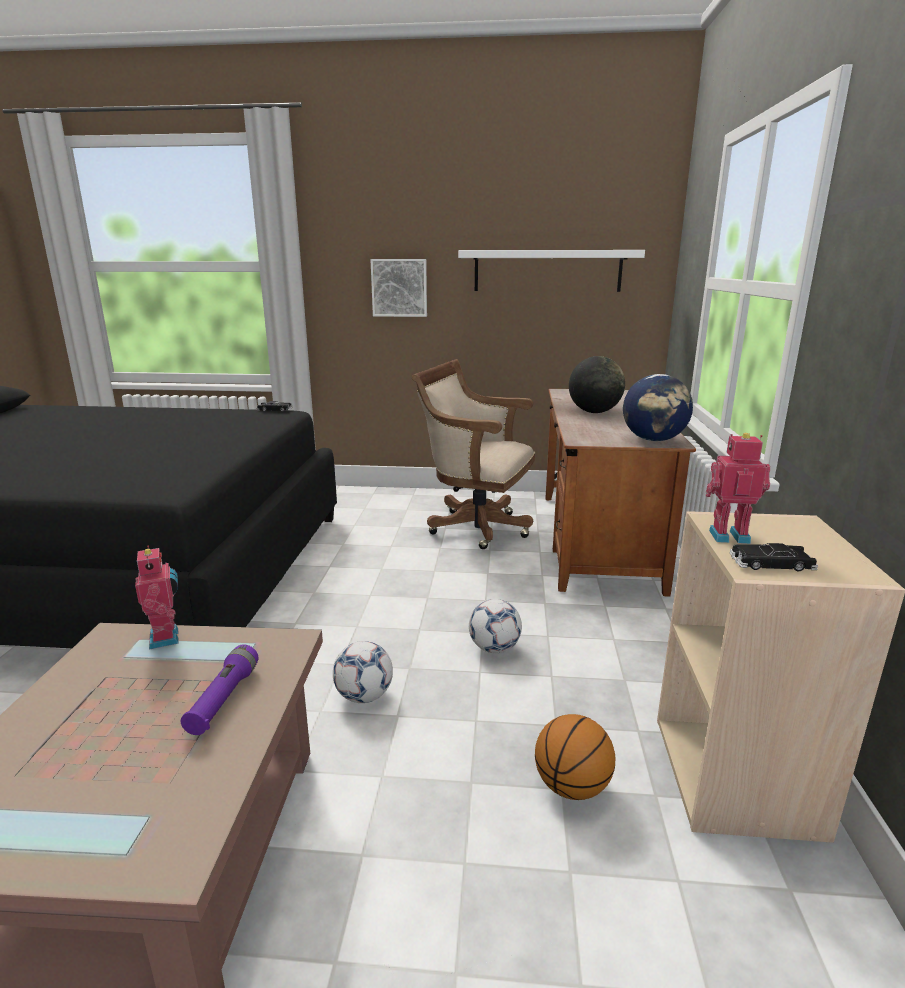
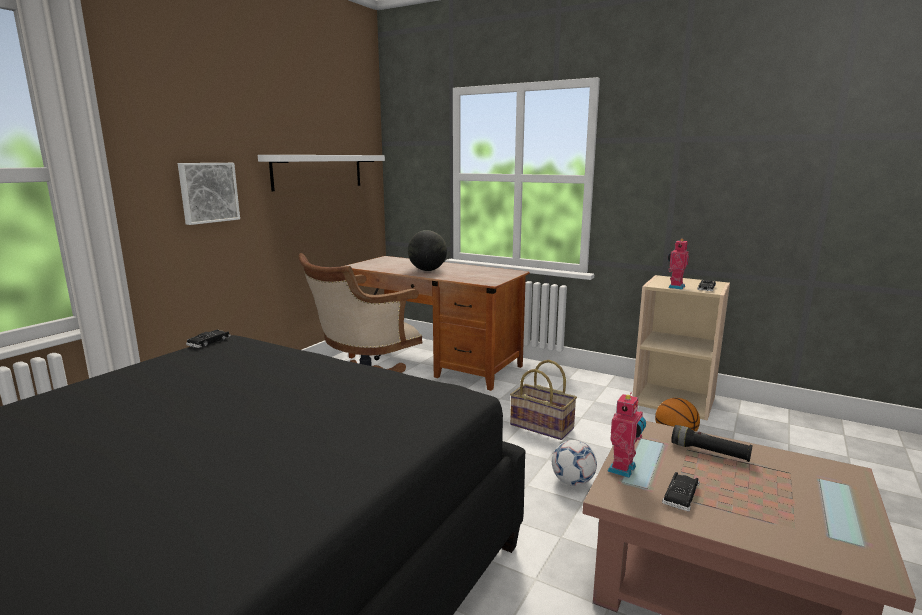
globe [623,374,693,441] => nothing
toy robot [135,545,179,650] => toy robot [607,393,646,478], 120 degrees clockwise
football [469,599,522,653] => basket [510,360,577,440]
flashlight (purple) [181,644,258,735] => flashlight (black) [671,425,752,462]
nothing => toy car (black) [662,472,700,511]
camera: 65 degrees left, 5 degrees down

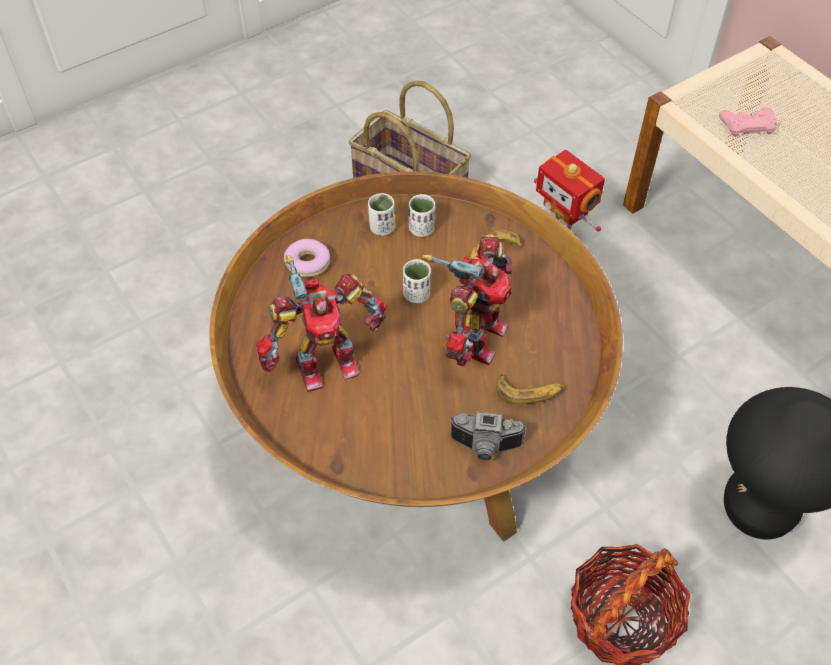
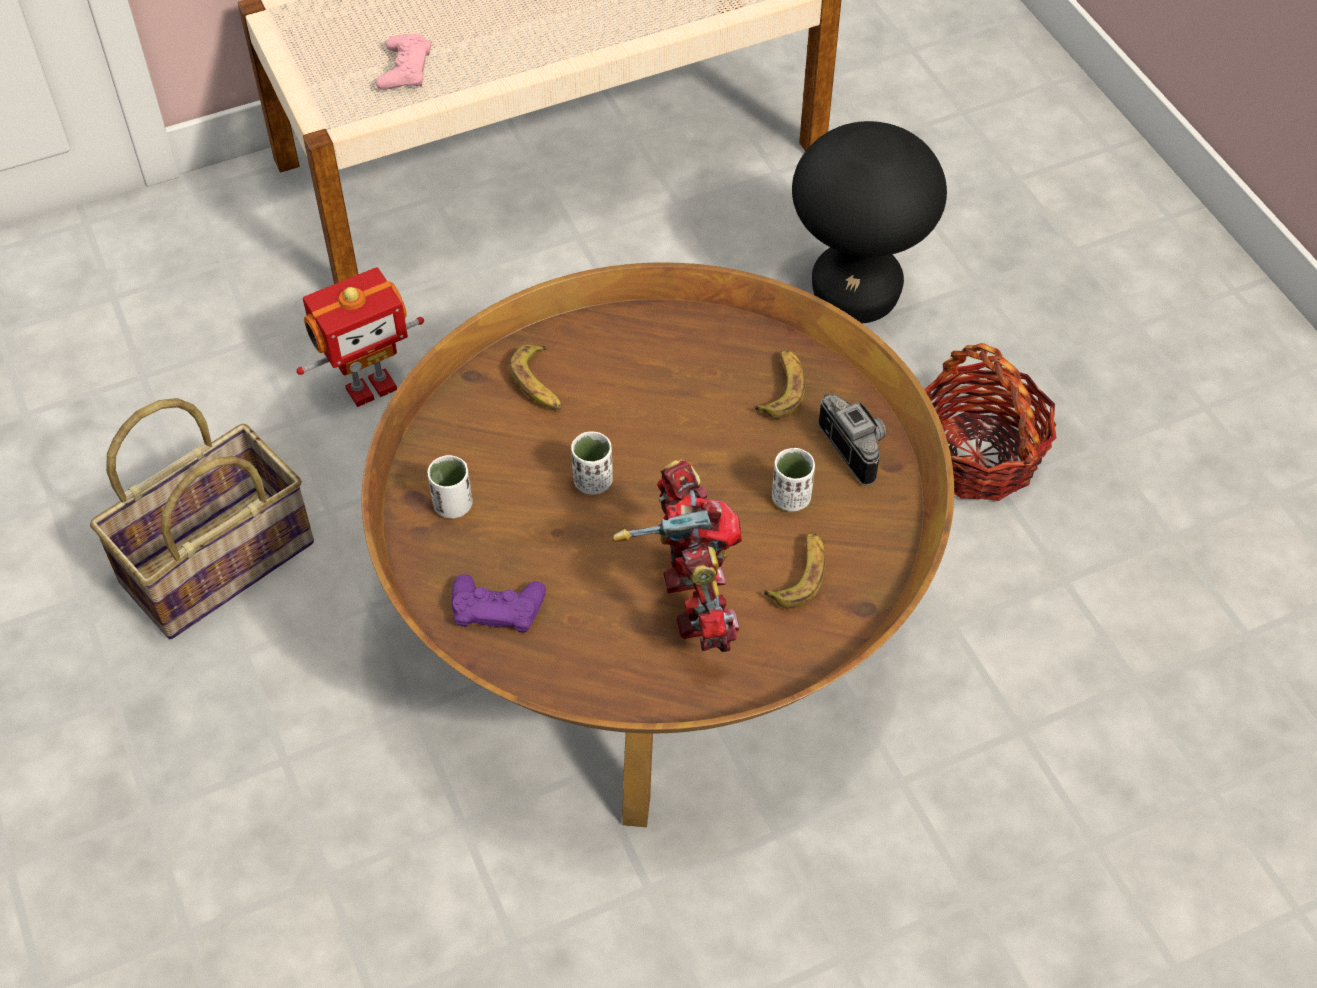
cup (white) [409,194,435,237] => cup (white) [772,448,815,511], shifted
toy robot [422,234,512,366] => nothing
donut [284,239,330,277] => game controller (purple) [452,574,546,632]
photo camera [450,411,527,461] => photo camera [818,394,886,486], 45 degrees counterclockwise
nothing => banana [763,532,826,609]
camera: 80 degrees left, 0 degrees up

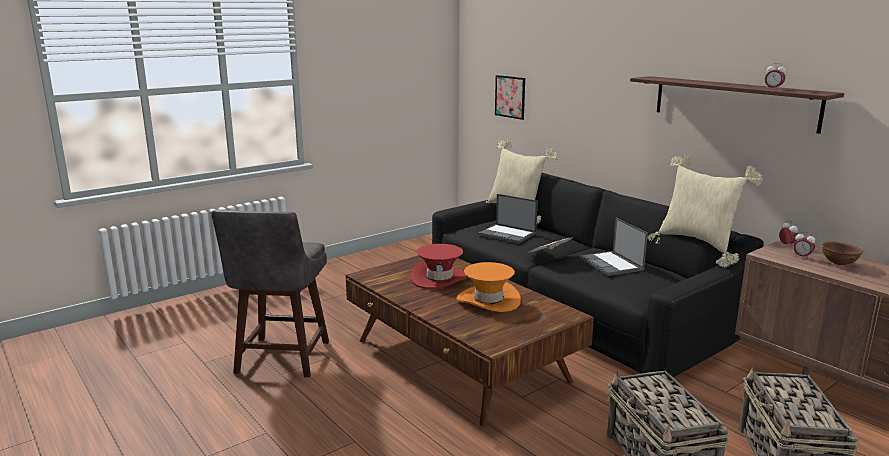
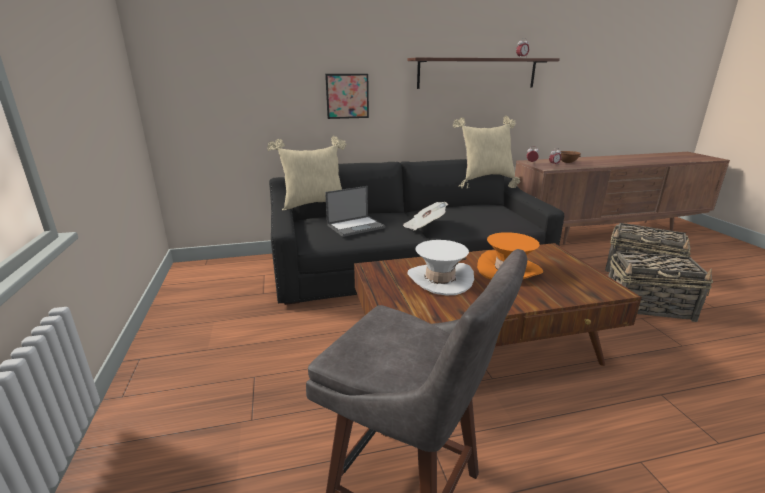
picture [495,75,525,120] => picture [325,74,369,119], shifted
laptop [579,218,648,276] => nothing
hat (red) [410,244,469,289] => hat (white) [407,240,474,295]
camera: 65 degrees left, 5 degrees up

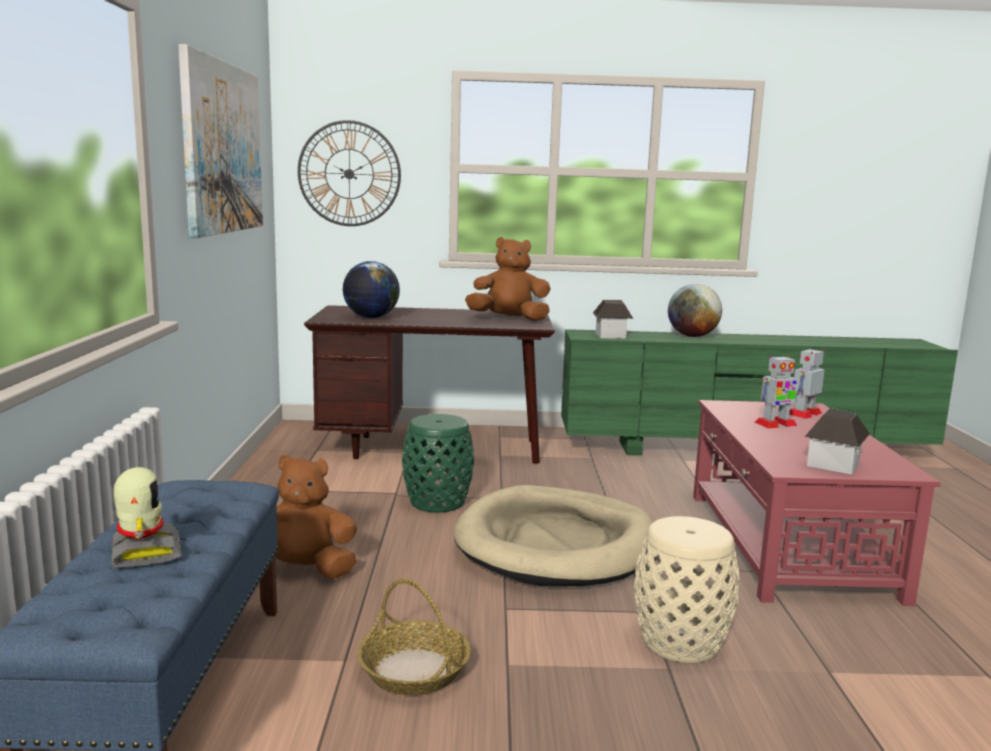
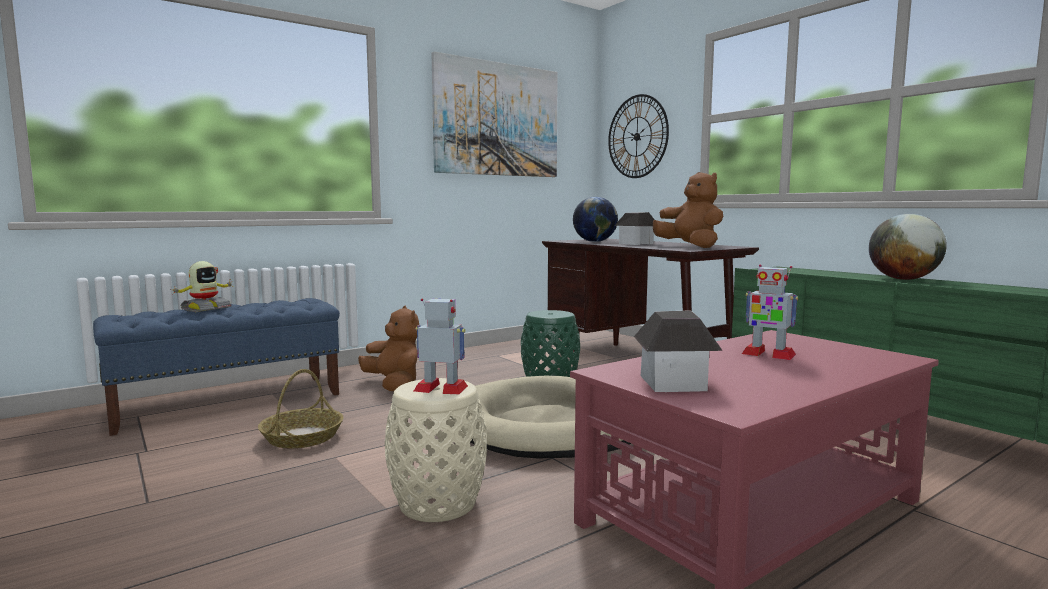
toy house [593,300,633,339] => toy house [614,212,654,245], shifted
toy robot [789,349,825,419] => toy robot [414,298,468,394], shifted
camera: 55 degrees right, 5 degrees down

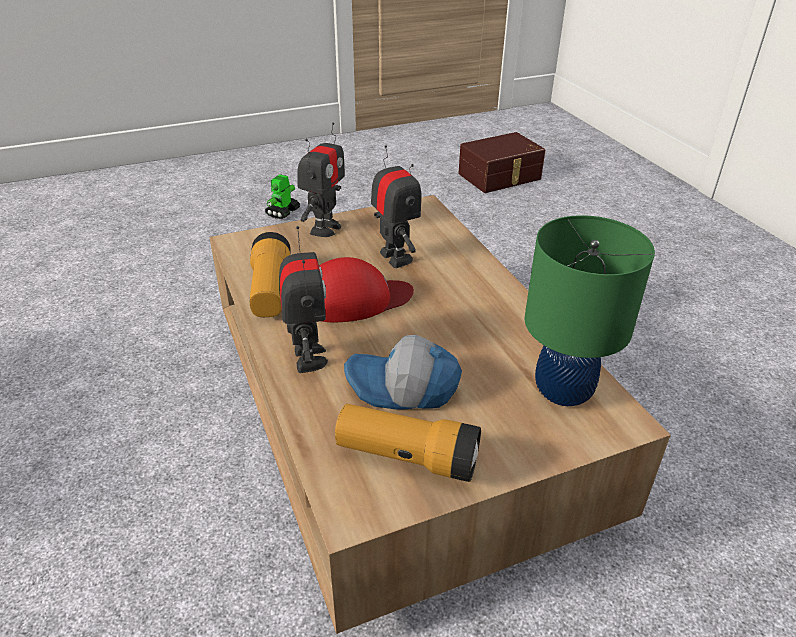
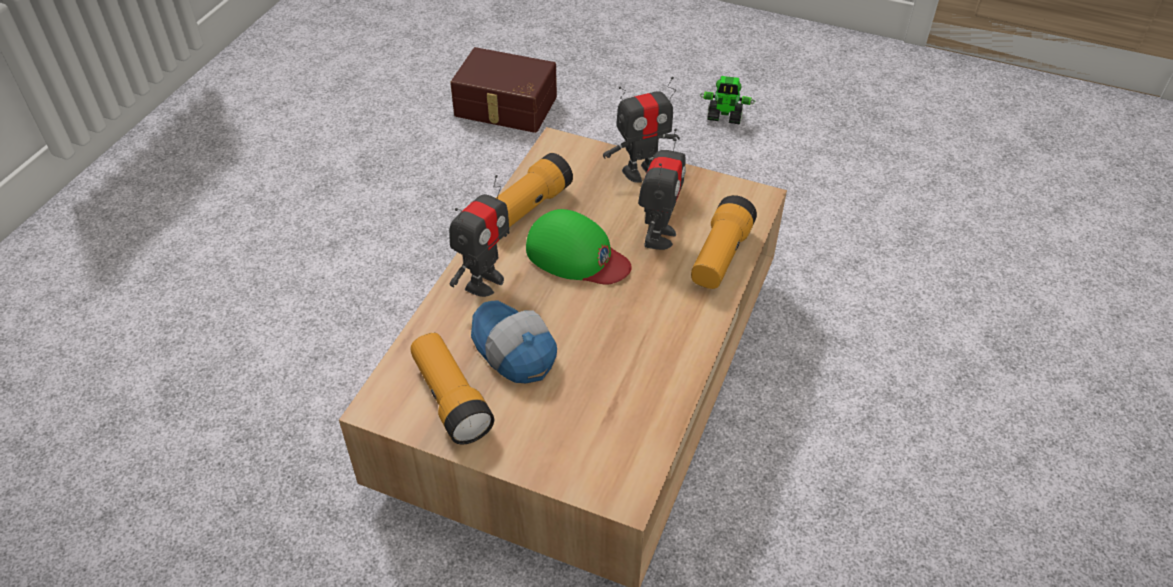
storage box (brown) [458,132,545,193] => storage box (brown) [450,47,557,133], shifted
toy robot [265,174,300,219] => toy robot [700,76,756,125], 150 degrees counterclockwise
table lamp (green) [525,215,655,406] => nothing
cap (red) [319,257,414,322] => cap (green) [526,209,632,285]
nothing => flashlight [691,195,757,289]
camera: 45 degrees right, 10 degrees up

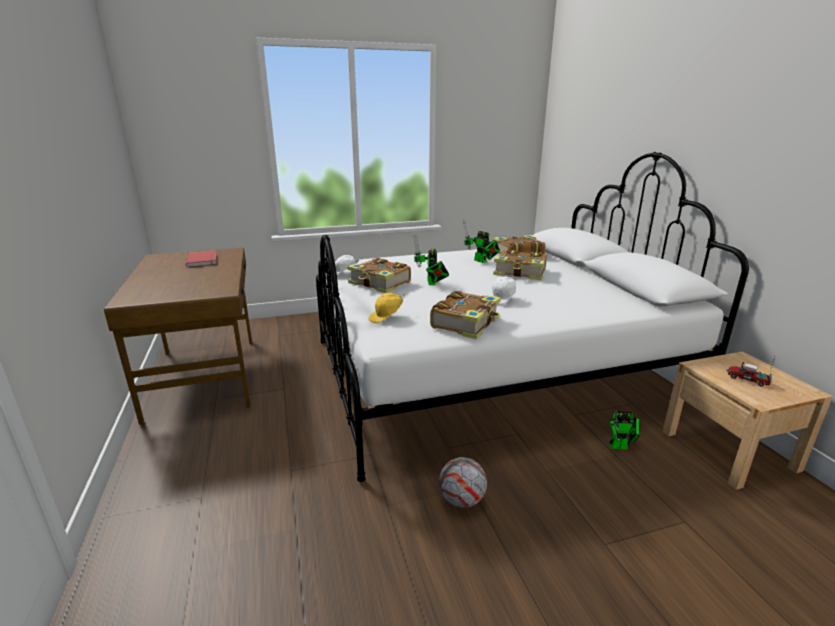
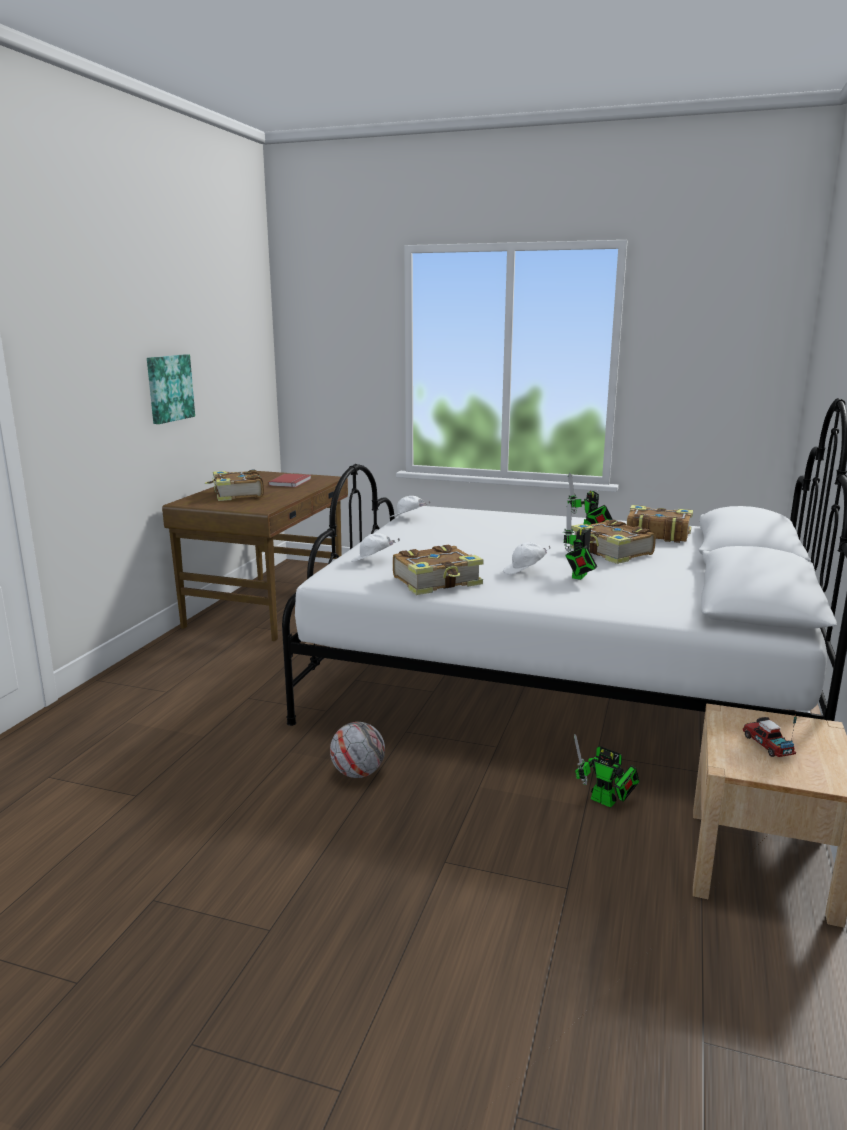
toy robot [414,234,449,285] => toy robot [563,503,597,580], shifted
book [347,258,411,293] => book [205,469,264,501], shifted
cap (yellow) [368,293,405,323] => cap (white) [351,533,400,562]
nothing => picture [147,354,195,424]
camera: 35 degrees right, 5 degrees down

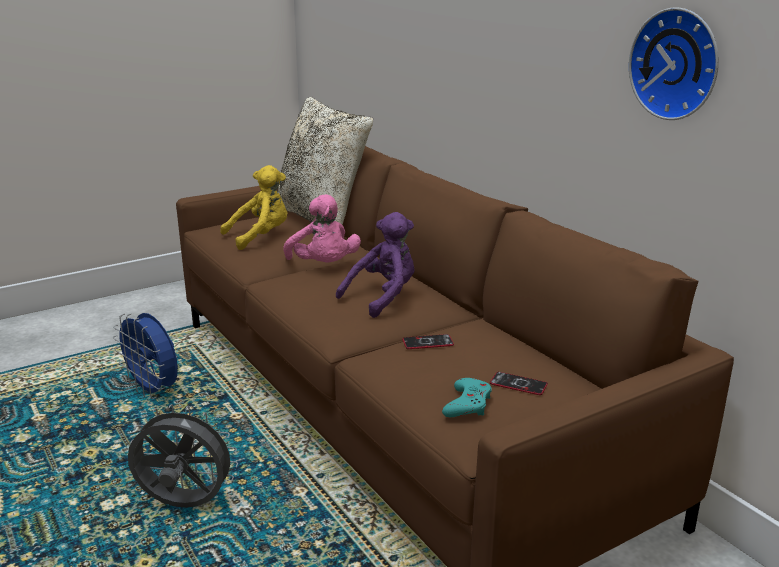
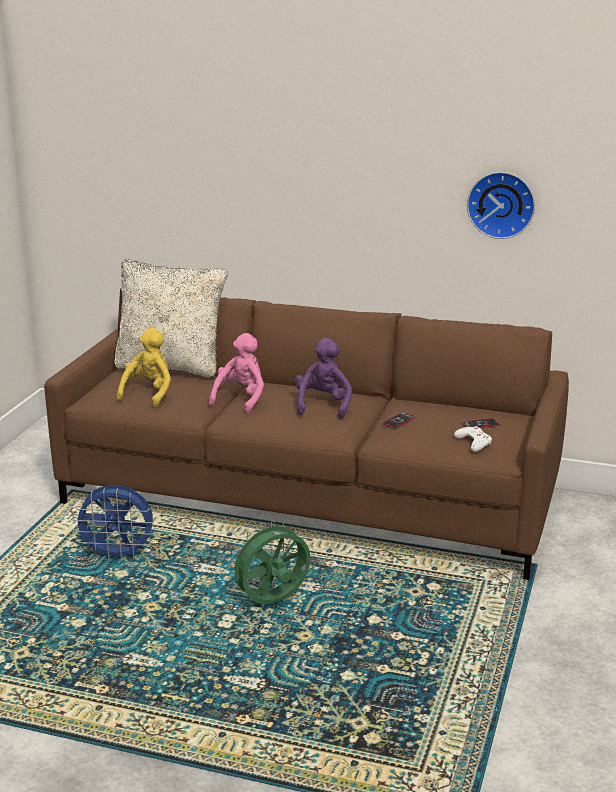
plush toy (pink) [283,194,361,262] => plush toy (pink) [209,333,264,414], 90 degrees counterclockwise
game controller (turquoise) [442,378,492,417] => game controller (white) [454,426,492,452]
fan (grey) [128,404,238,508] => fan (green) [228,520,310,604]
camera: 40 degrees left, 0 degrees up

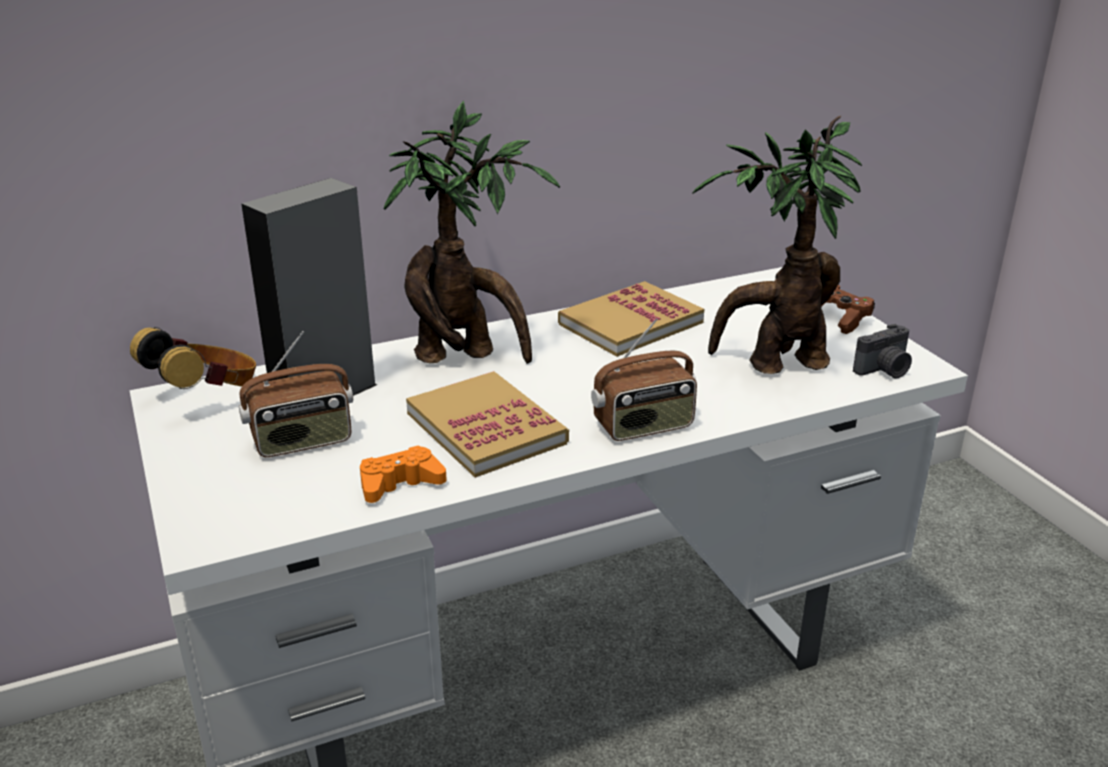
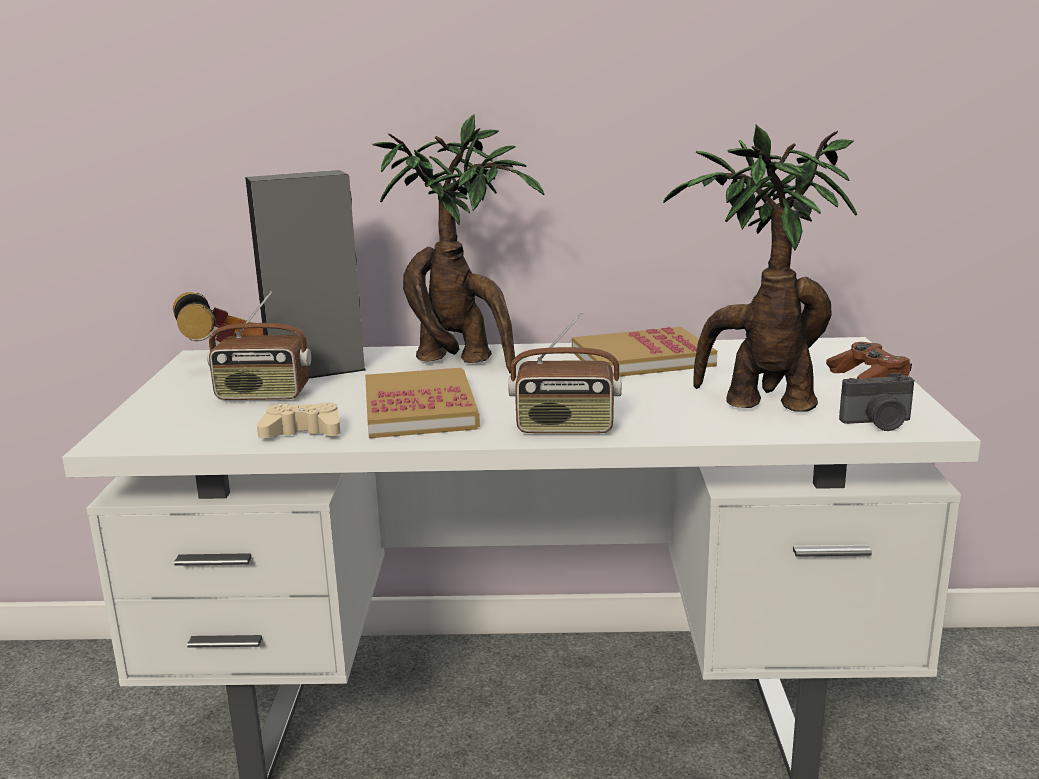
game controller (orange) [360,445,447,503] => game controller (beige) [257,403,340,438]
camera: 25 degrees right, 10 degrees down

